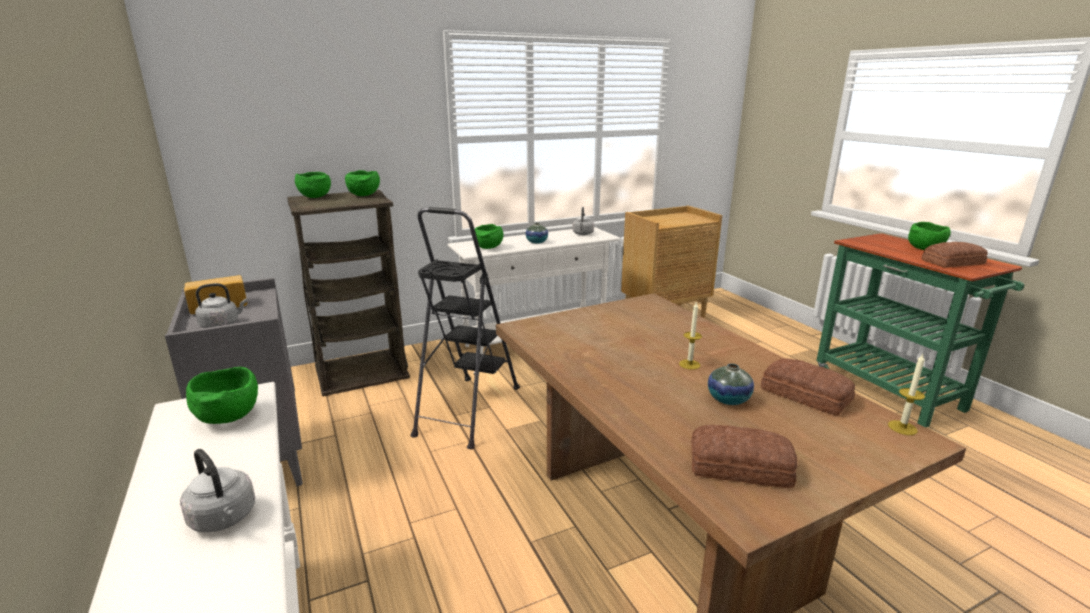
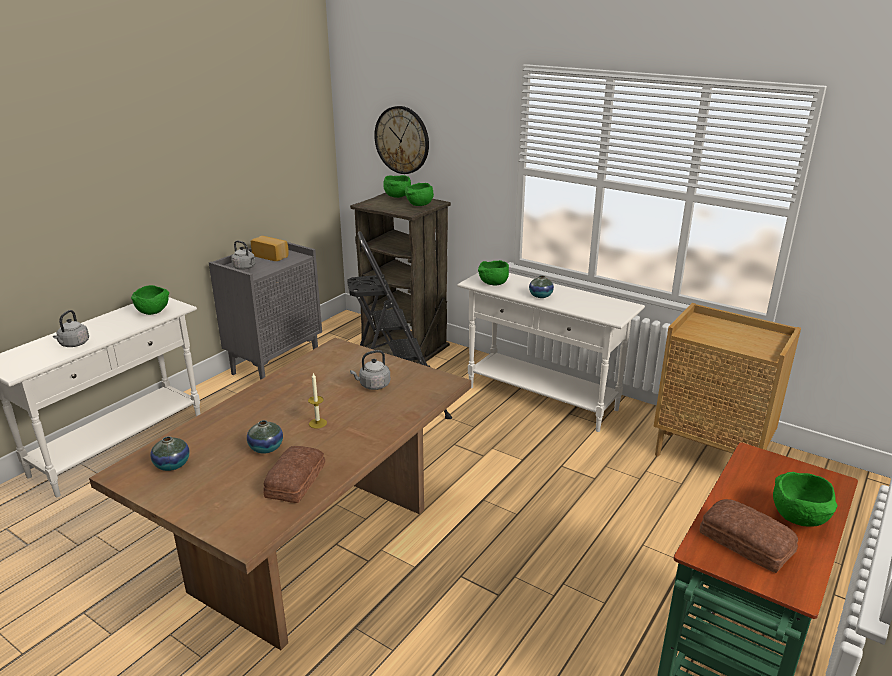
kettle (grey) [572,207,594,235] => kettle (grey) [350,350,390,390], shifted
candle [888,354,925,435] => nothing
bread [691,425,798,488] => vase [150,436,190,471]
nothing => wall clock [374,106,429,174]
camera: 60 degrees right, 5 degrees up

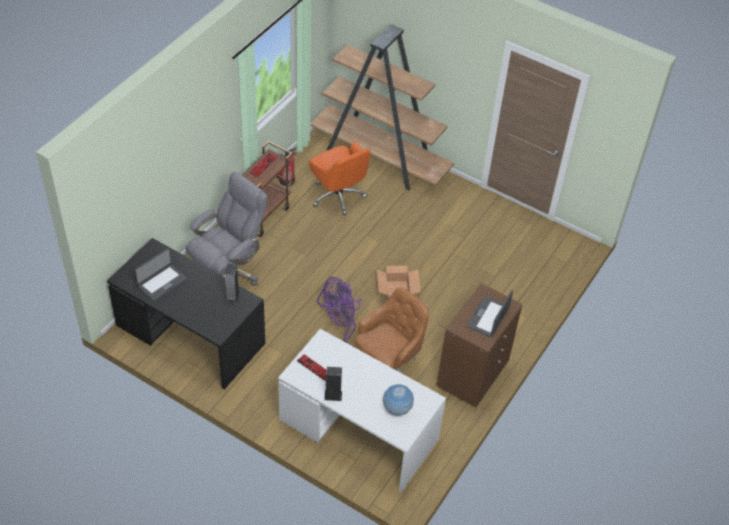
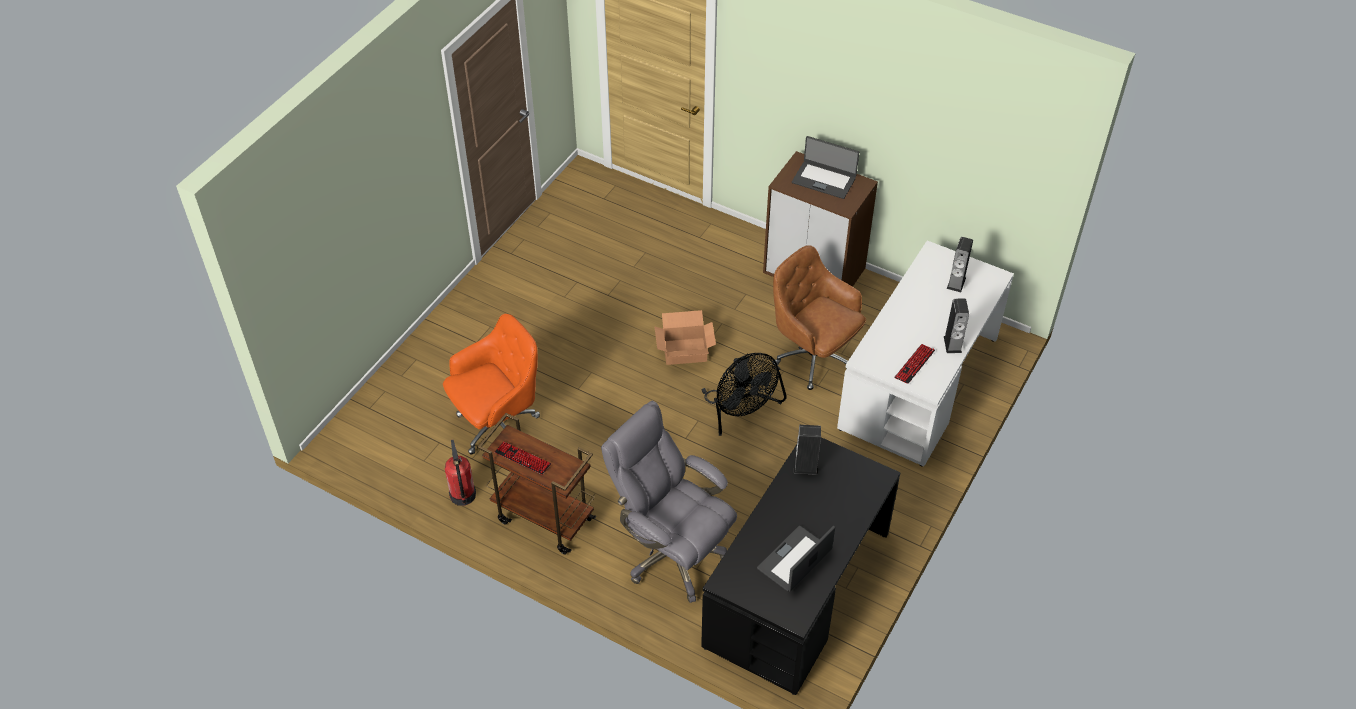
bookcase (brown) [310,24,454,190] => nothing
laptop [134,247,187,301] => laptop [757,525,835,591], 90 degrees counterclockwise
fan (purple) [317,277,362,343] => fan (black) [701,353,787,436]
globe [382,384,414,416] => speaker [947,237,973,292]
camera: 90 degrees left, 0 degrees up

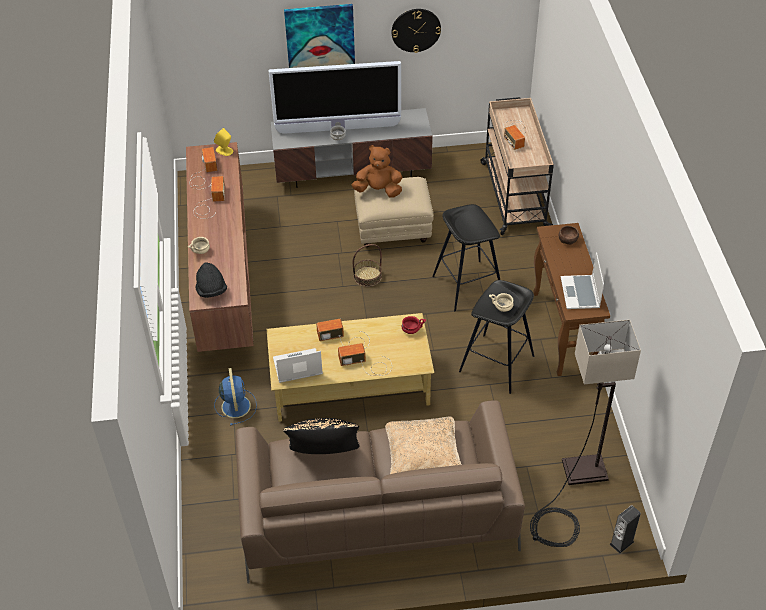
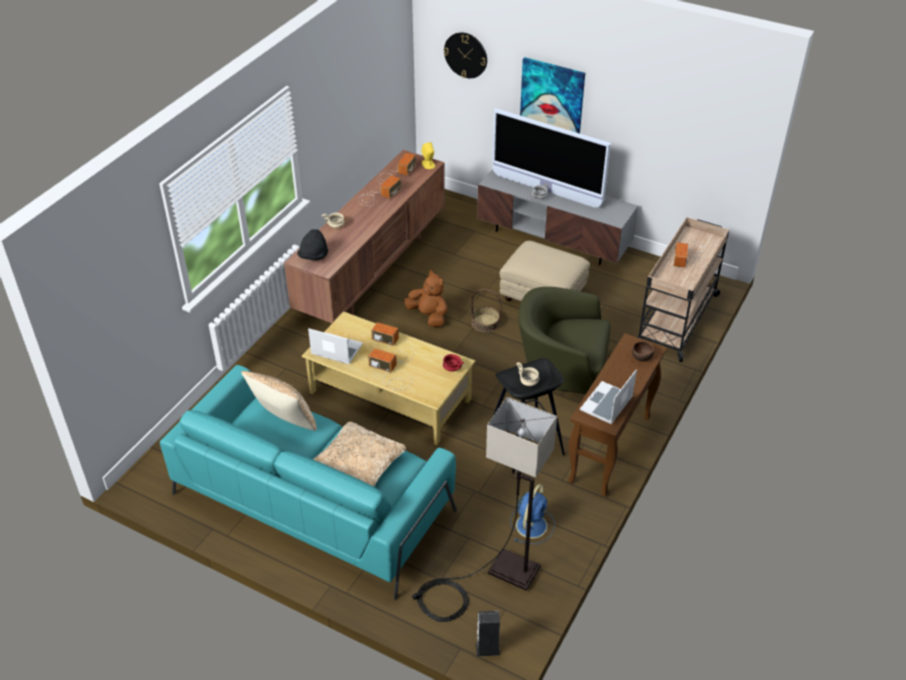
wall clock [391,9,441,53] => wall clock [444,32,487,78], shifted
plush toy (brown) [352,145,402,198] => plush toy (brown) [404,270,447,327], shifted
stool (black) [432,204,500,311] => armchair (green) [518,287,610,394]
fan (blue) [214,368,257,425] => fan (blue) [510,484,555,544], shifted
sofa (brown) [235,400,525,583] => sofa (turquoise) [160,365,457,600]
pillow (black) [283,418,360,454] => pillow (beige) [241,371,317,431]
camera: 35 degrees right, 5 degrees down

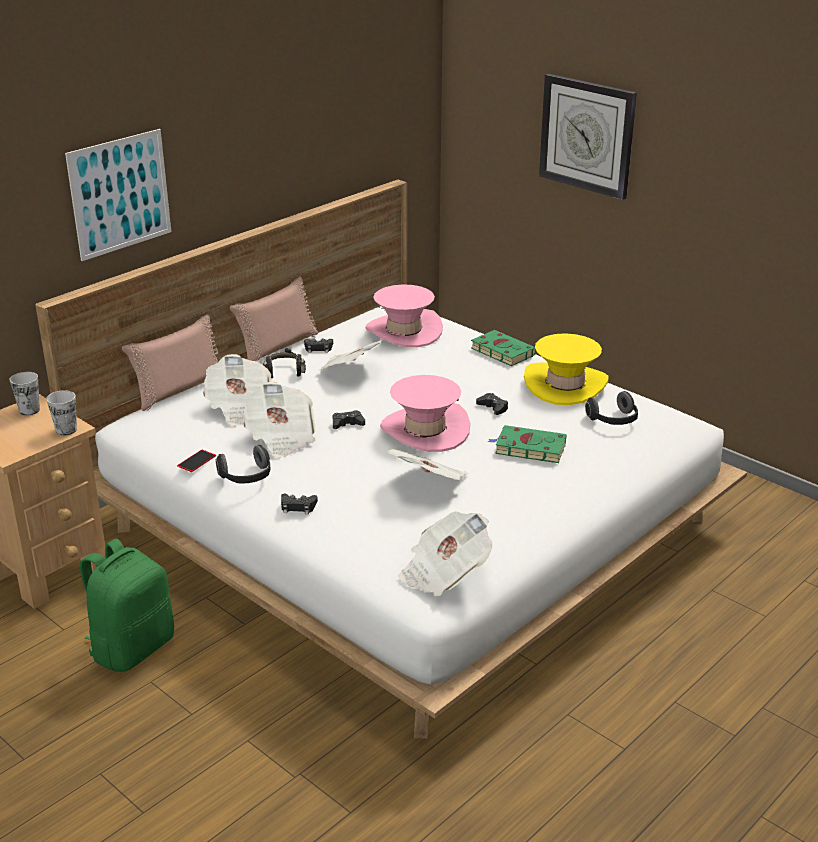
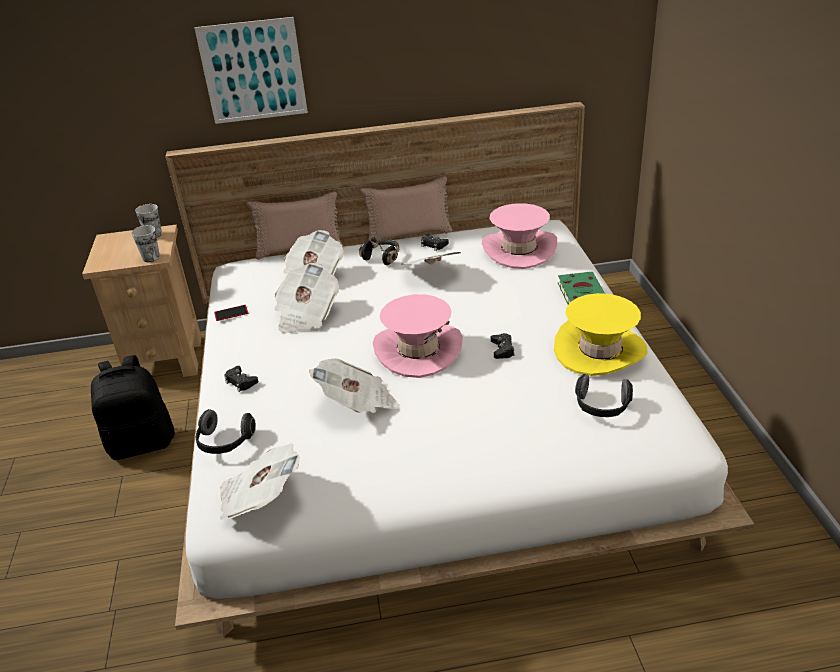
wall clock [539,74,637,200] => nothing
game controller (black) [333,410,365,429] => nothing
book (green) [488,425,567,463] => nothing
headphones [216,445,270,483] => headphones [196,409,256,454], shifted
backpack (green) [80,539,174,672] => backpack (black) [91,355,175,460]
camera: 40 degrees right, 5 degrees up

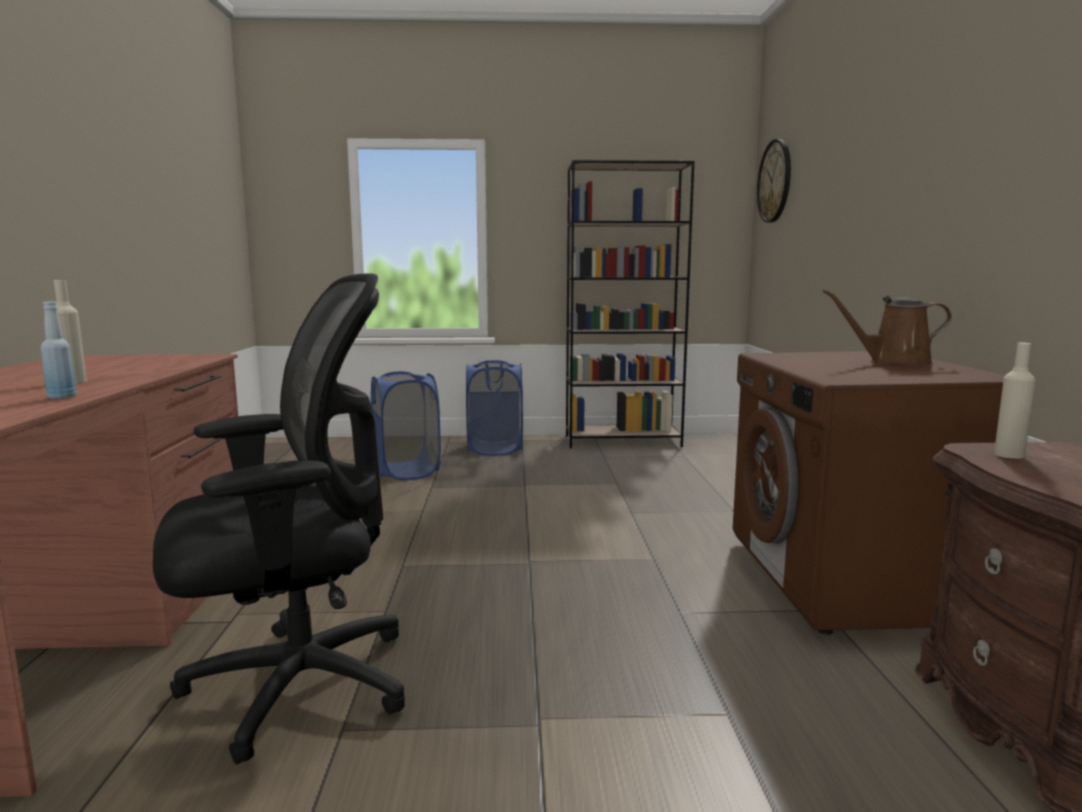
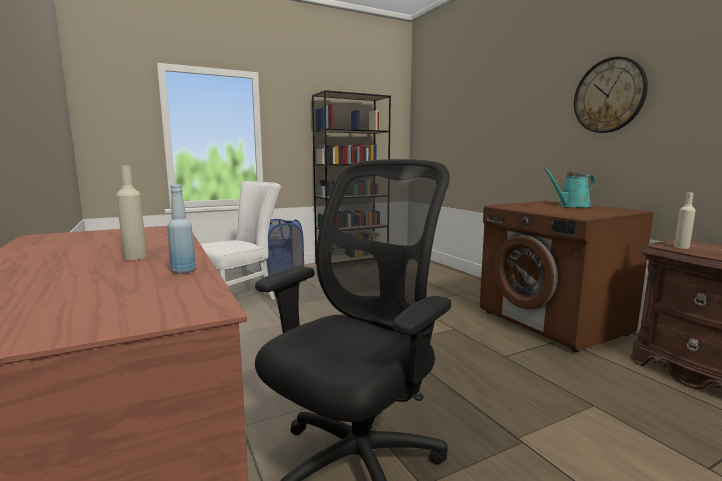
wall clock [757,139,791,223] => wall clock [574,57,648,133], shifted
watering can (brown) [823,289,952,366] => watering can (turquoise) [544,169,595,208]
laundry basket (blue) [371,371,441,480] => chair (white) [200,181,281,300]
camera: 25 degrees left, 0 degrees up

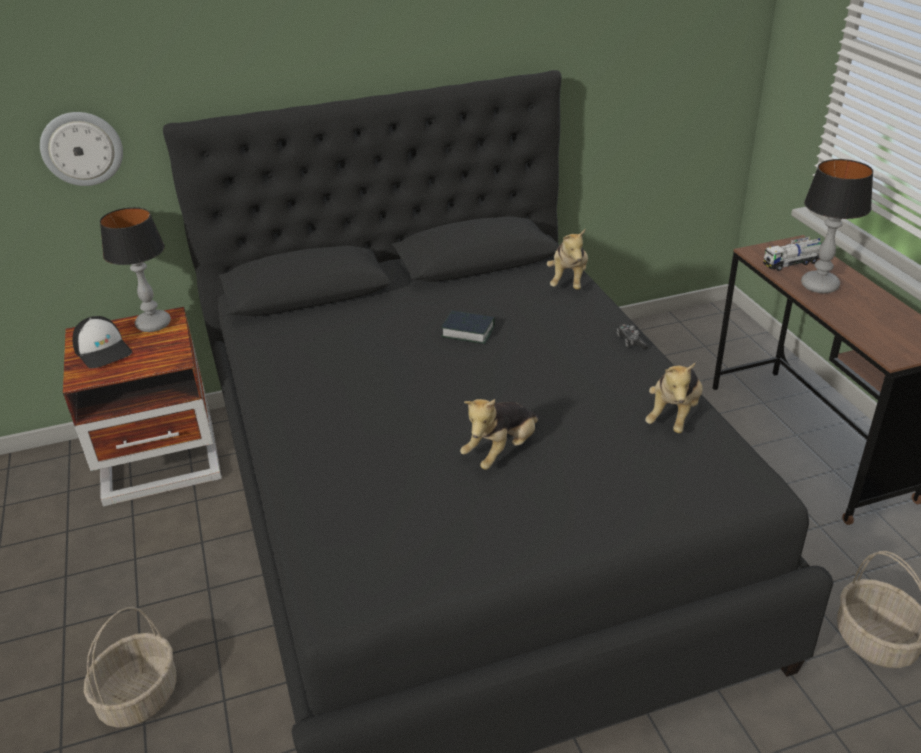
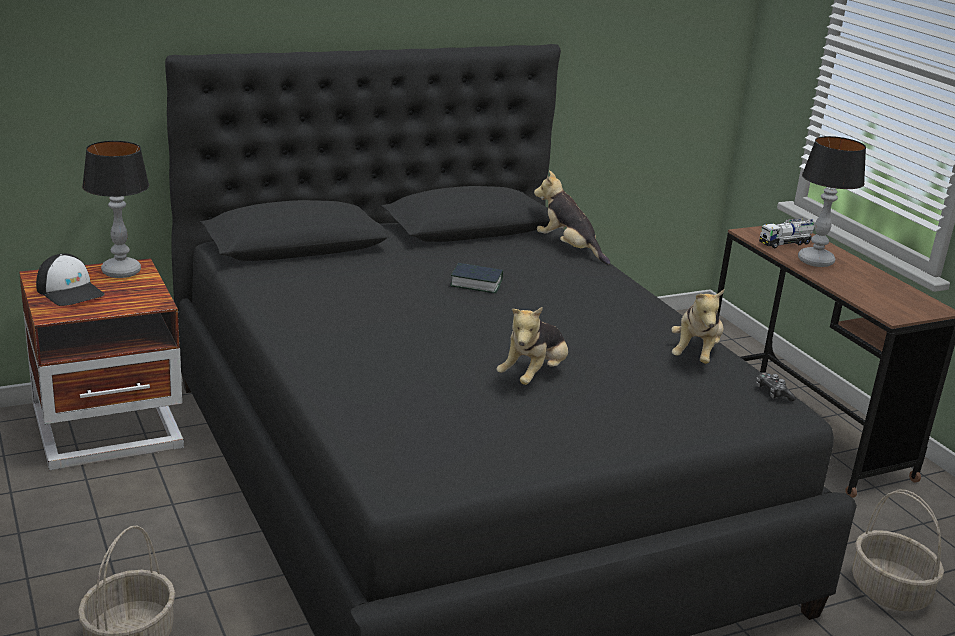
wall clock [40,112,123,186] => nothing
plush toy [547,229,588,290] => plush toy [534,170,610,265], 135 degrees clockwise
game controller [617,324,649,349] => game controller [756,372,796,402], shifted
camera: 10 degrees left, 10 degrees down

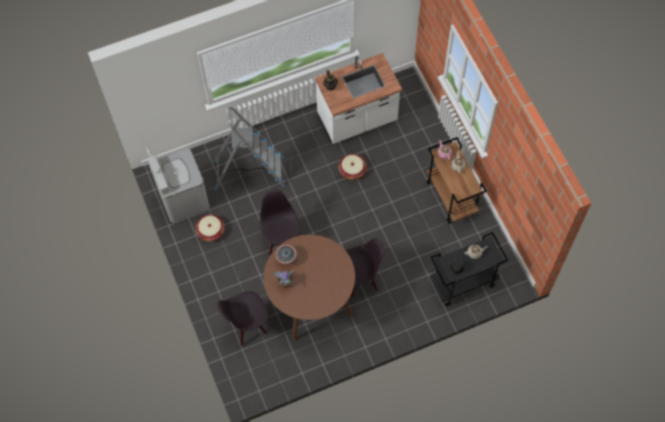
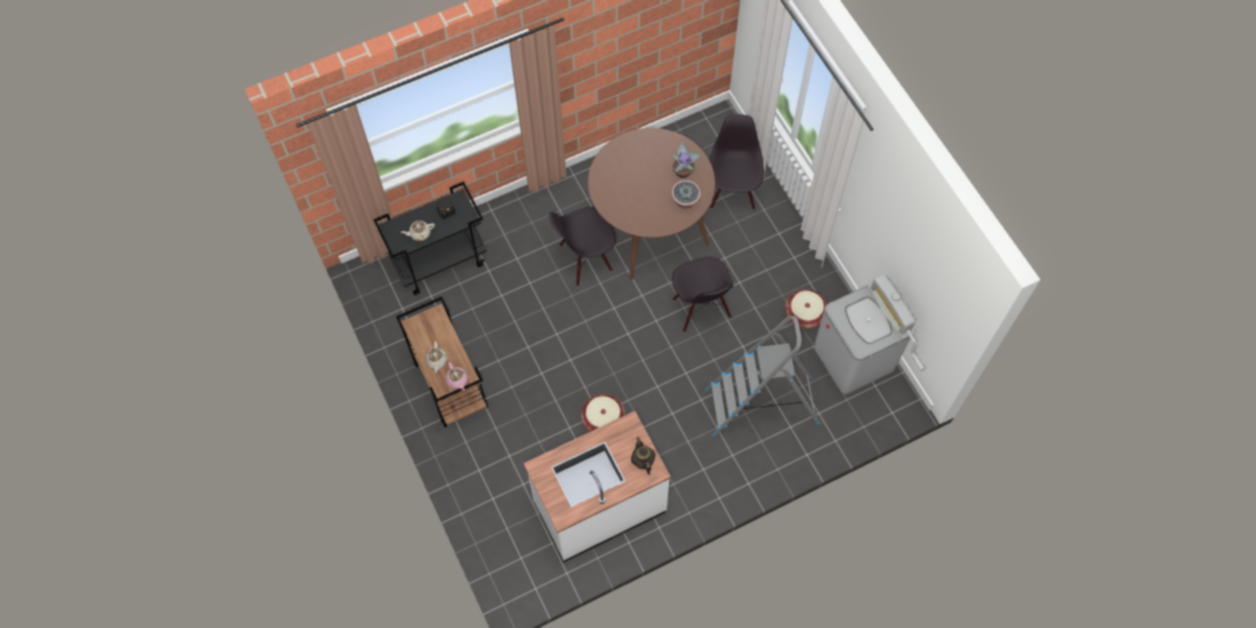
chair (black) [217,291,268,347] => chair (black) [710,114,764,210], 60 degrees counterclockwise
camera: 175 degrees right, 0 degrees up

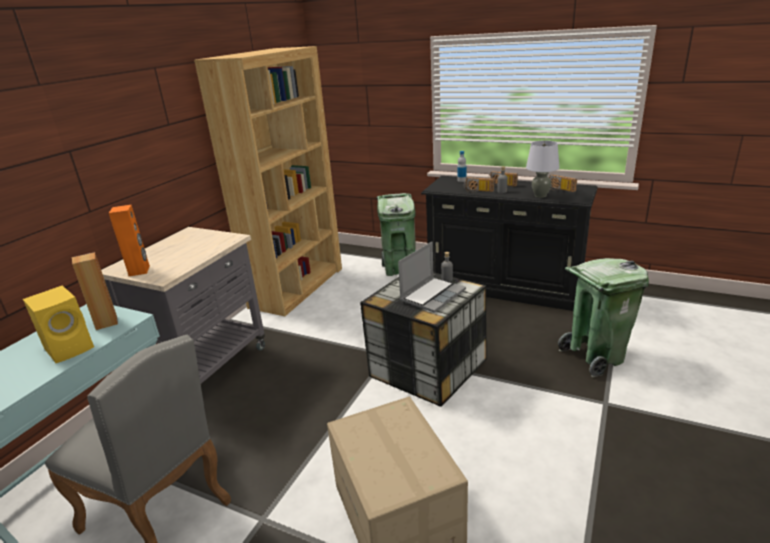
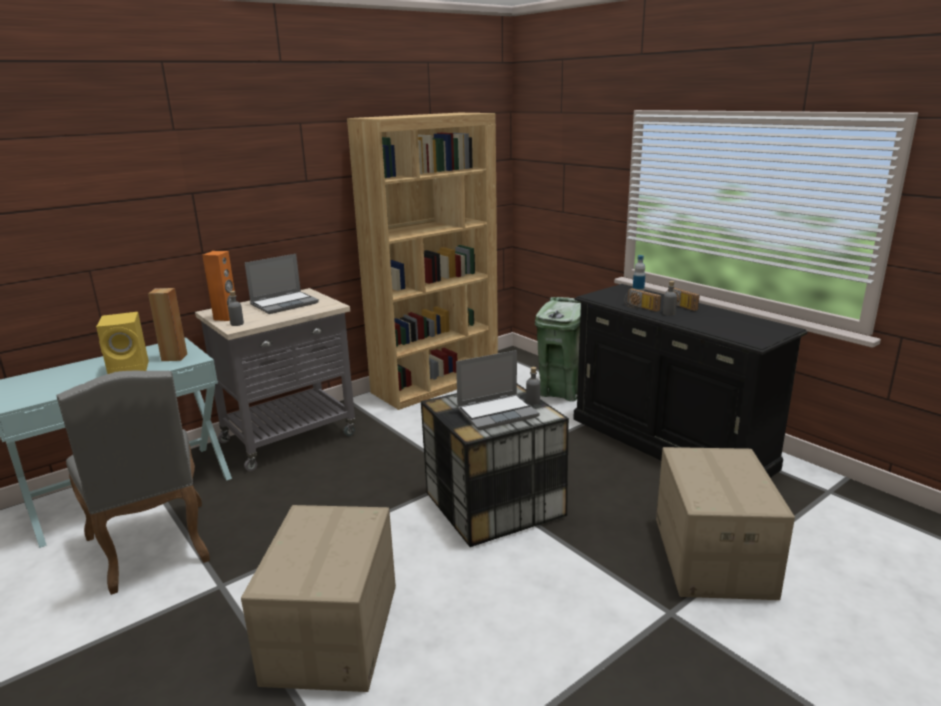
table lamp (grey) [526,140,560,198] => nothing
radio [549,174,577,192] => nothing
trash can (green) [558,258,649,377] => cardboard box [656,447,795,600]
nothing => laptop [245,254,319,314]
nothing => bottle (grey) [228,291,244,326]
camera: 25 degrees right, 5 degrees down

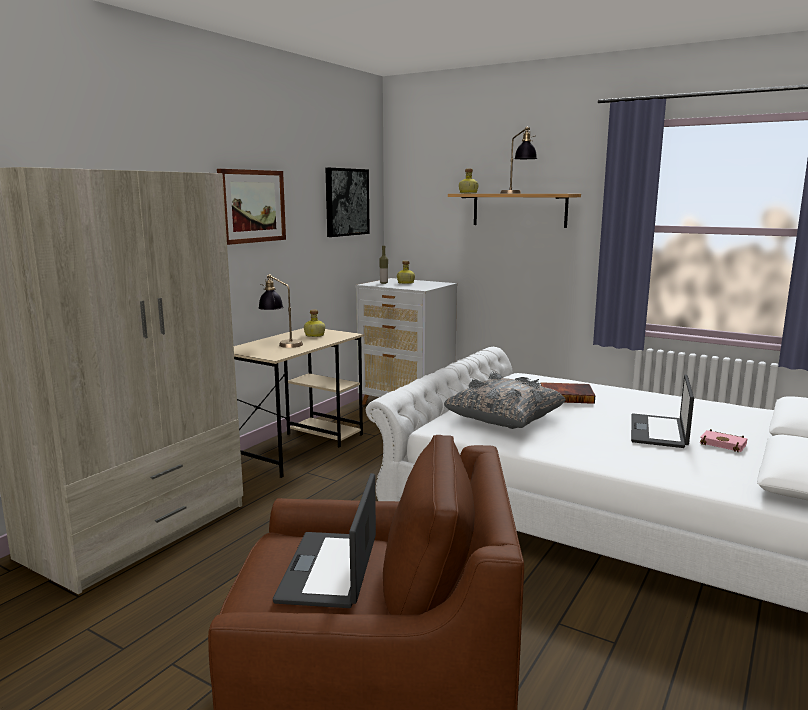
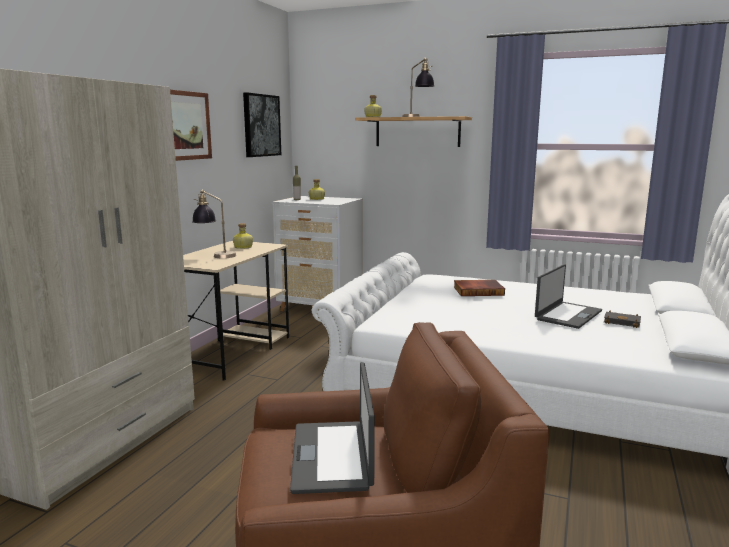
pillow (grey) [444,371,566,429] => nothing
laptop [631,375,694,448] => laptop [535,264,602,329], 150 degrees counterclockwise
book (pink) [700,429,747,452] => book (black) [604,311,641,328]
camera: 10 degrees left, 0 degrees up

